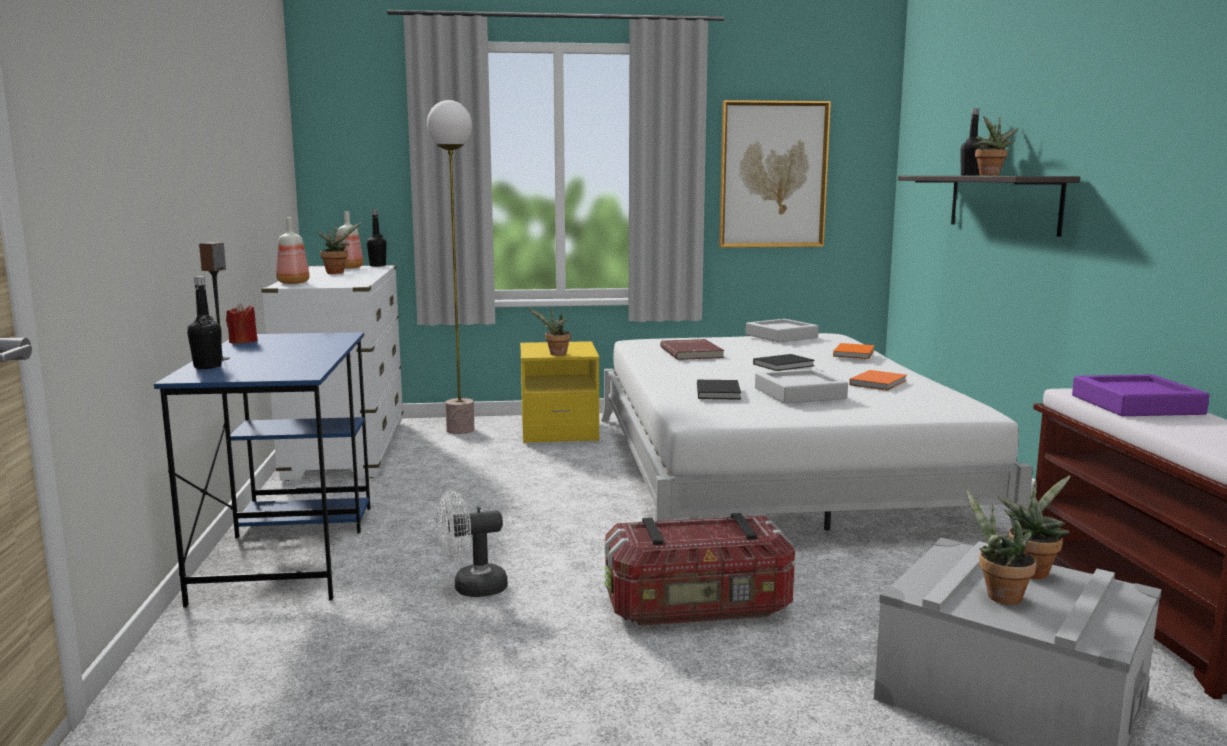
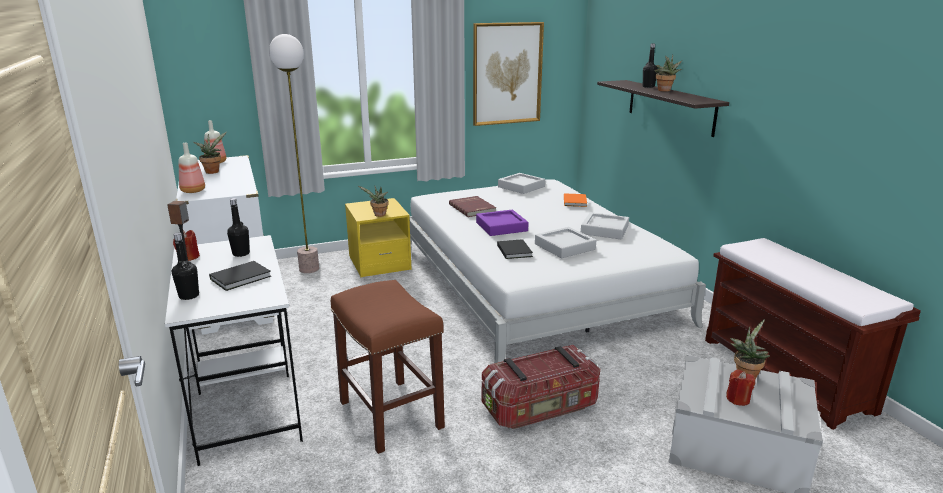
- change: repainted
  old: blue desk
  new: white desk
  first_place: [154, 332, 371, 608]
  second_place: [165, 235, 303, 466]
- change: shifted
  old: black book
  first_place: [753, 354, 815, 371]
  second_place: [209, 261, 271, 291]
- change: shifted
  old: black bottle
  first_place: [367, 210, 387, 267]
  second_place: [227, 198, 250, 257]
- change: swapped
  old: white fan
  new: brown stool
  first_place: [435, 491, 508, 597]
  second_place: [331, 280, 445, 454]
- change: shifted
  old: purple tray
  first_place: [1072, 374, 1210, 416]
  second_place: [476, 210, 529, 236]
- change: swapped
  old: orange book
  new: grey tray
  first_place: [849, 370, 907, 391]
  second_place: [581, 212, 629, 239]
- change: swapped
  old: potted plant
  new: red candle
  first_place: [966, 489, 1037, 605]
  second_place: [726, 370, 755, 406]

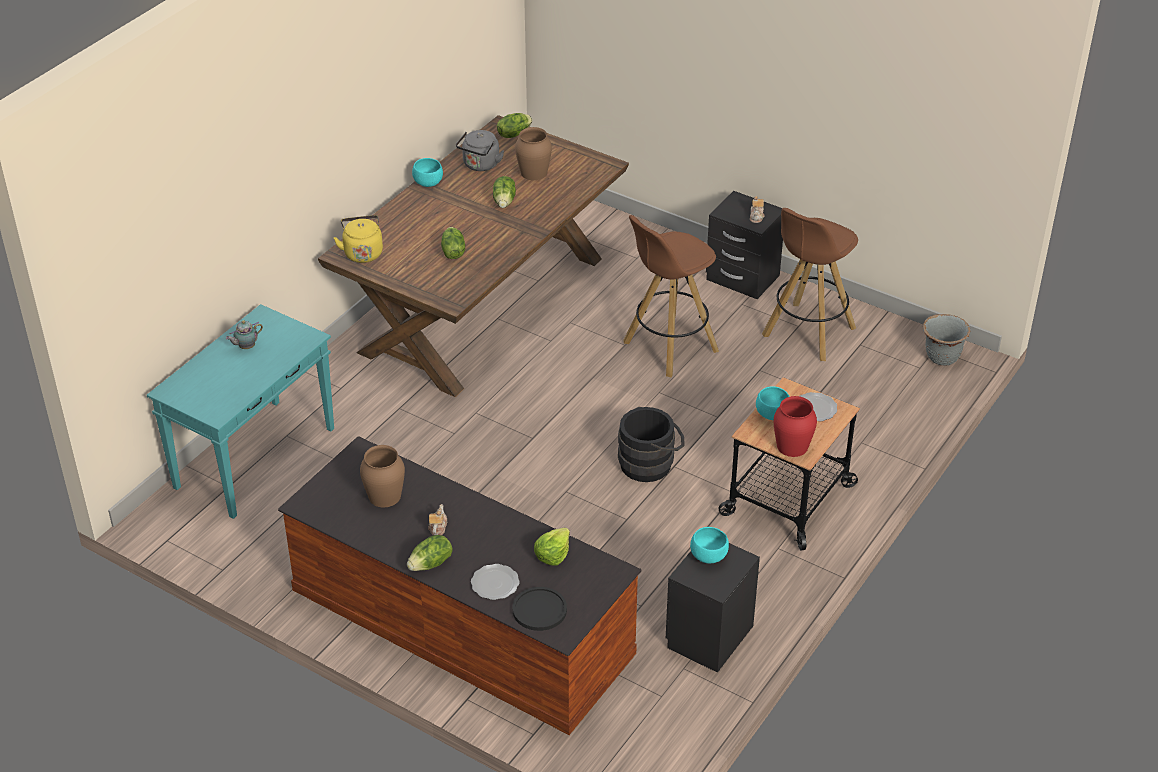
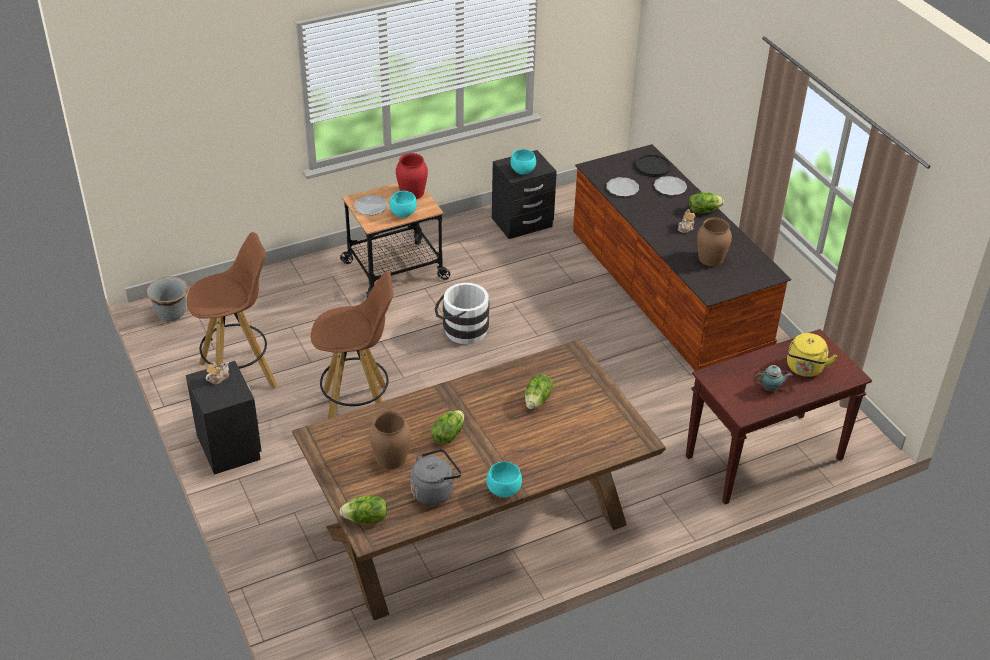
- change: repainted
  old: black bucket
  new: white bucket
  first_place: [618, 407, 685, 482]
  second_place: [435, 282, 489, 344]
- change: swapped
  old: lettuce
  new: plate
  first_place: [534, 528, 570, 565]
  second_place: [606, 177, 639, 197]
- change: repainted
  old: turquoise console table
  new: brown console table
  first_place: [147, 304, 334, 519]
  second_place: [686, 329, 872, 504]
- change: shifted
  old: yellow kettle
  first_place: [334, 215, 383, 263]
  second_place: [787, 333, 837, 377]

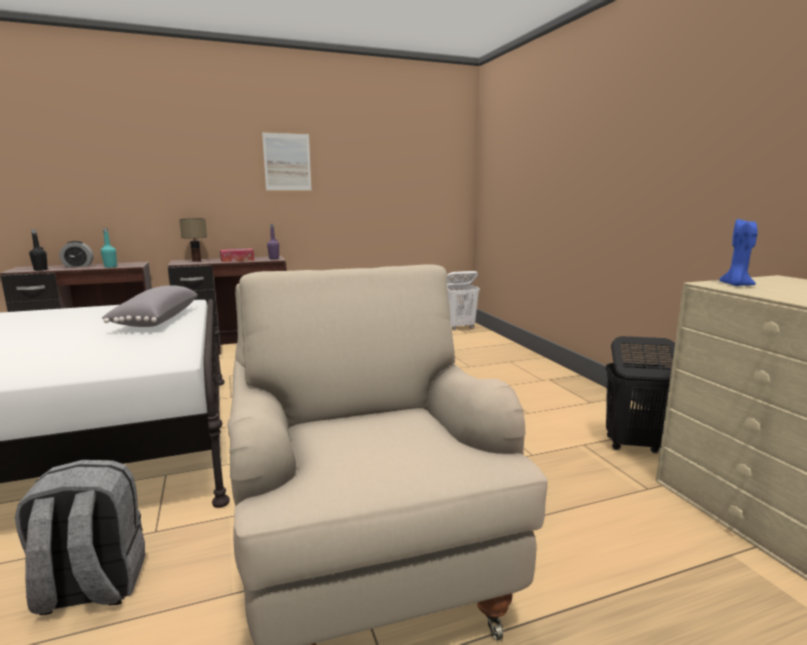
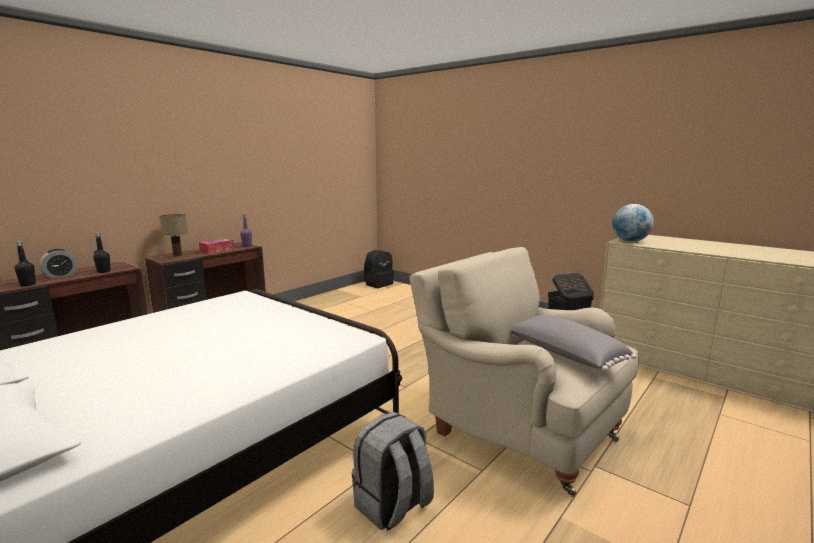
- change: repainted
  old: turquoise bottle
  new: black bottle
  first_place: [101, 228, 117, 268]
  second_place: [93, 232, 111, 273]
- change: swapped
  old: white laundry basket
  new: black backpack
  first_place: [447, 271, 480, 330]
  second_place: [364, 250, 394, 288]
- change: shifted
  old: grey pillow
  first_place: [102, 285, 198, 327]
  second_place: [511, 315, 637, 371]
- change: swapped
  old: blue candle
  new: globe
  first_place: [719, 219, 757, 286]
  second_place: [612, 204, 654, 242]
- change: gone
  old: picture
  first_place: [262, 131, 312, 192]

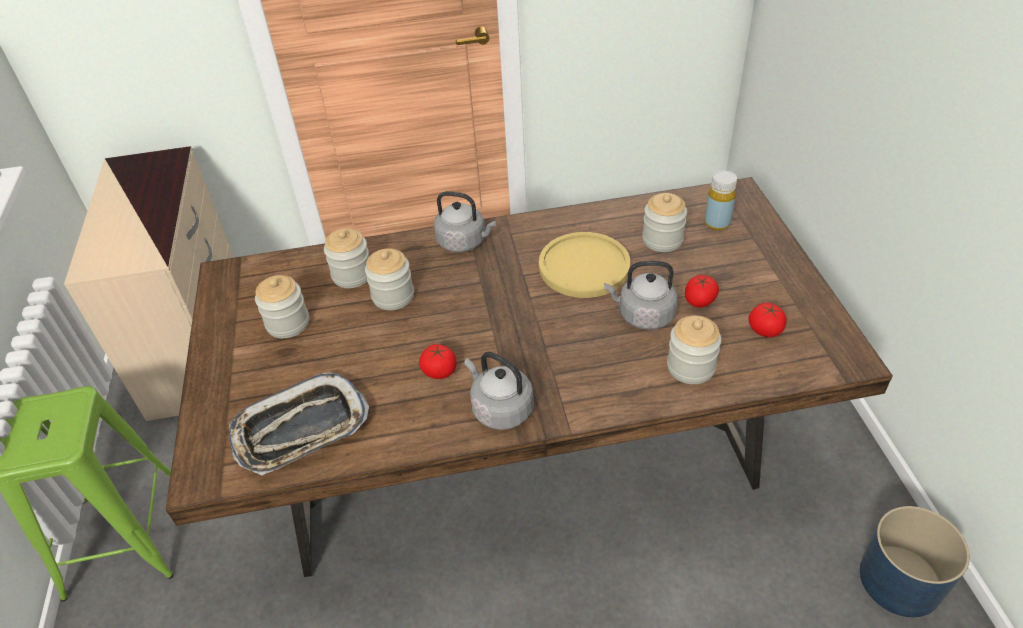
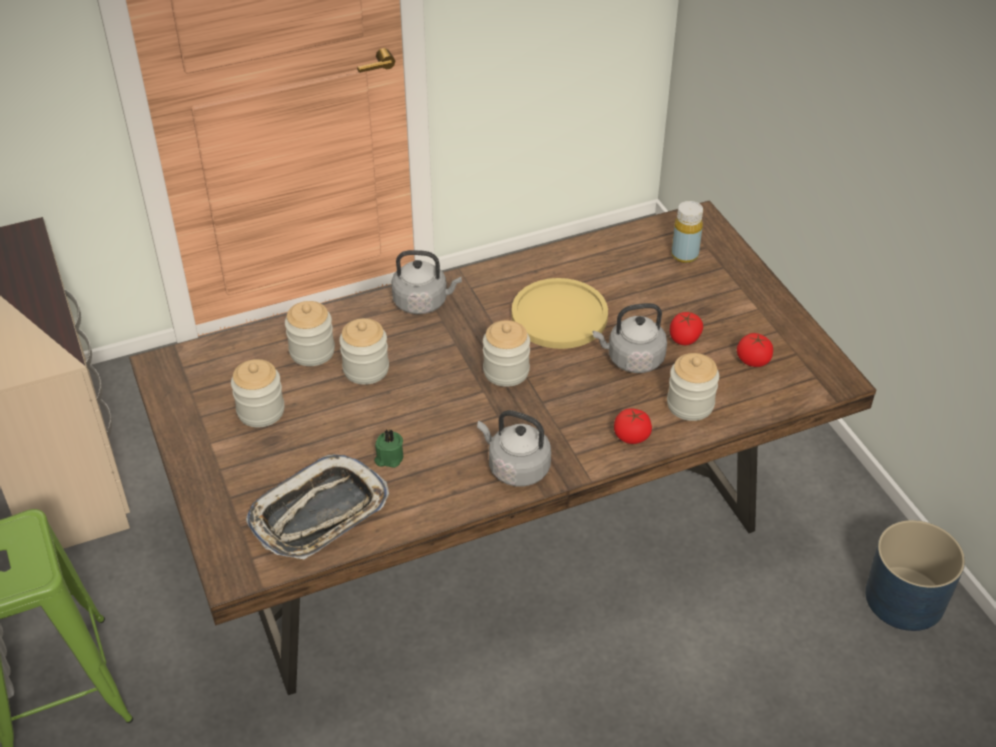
- change: new
  new: green candle
  second_place: [374, 430, 403, 468]
- change: shifted
  old: jar
  first_place: [642, 193, 687, 252]
  second_place: [483, 320, 530, 387]
- change: shifted
  old: tomato
  first_place: [419, 344, 456, 379]
  second_place: [614, 408, 652, 444]

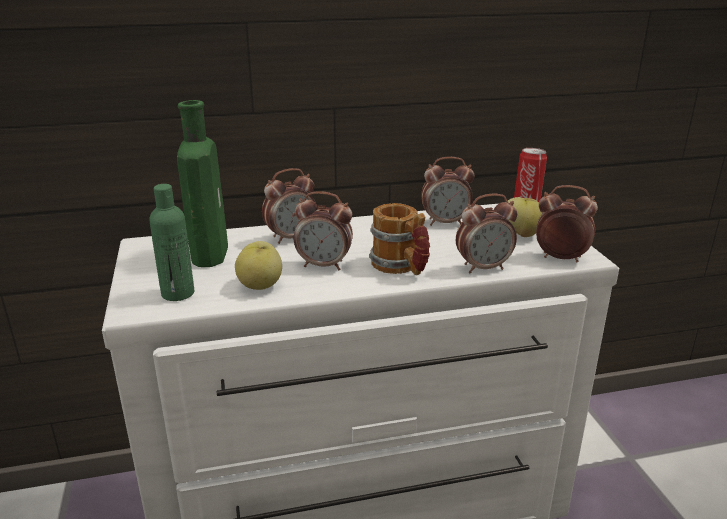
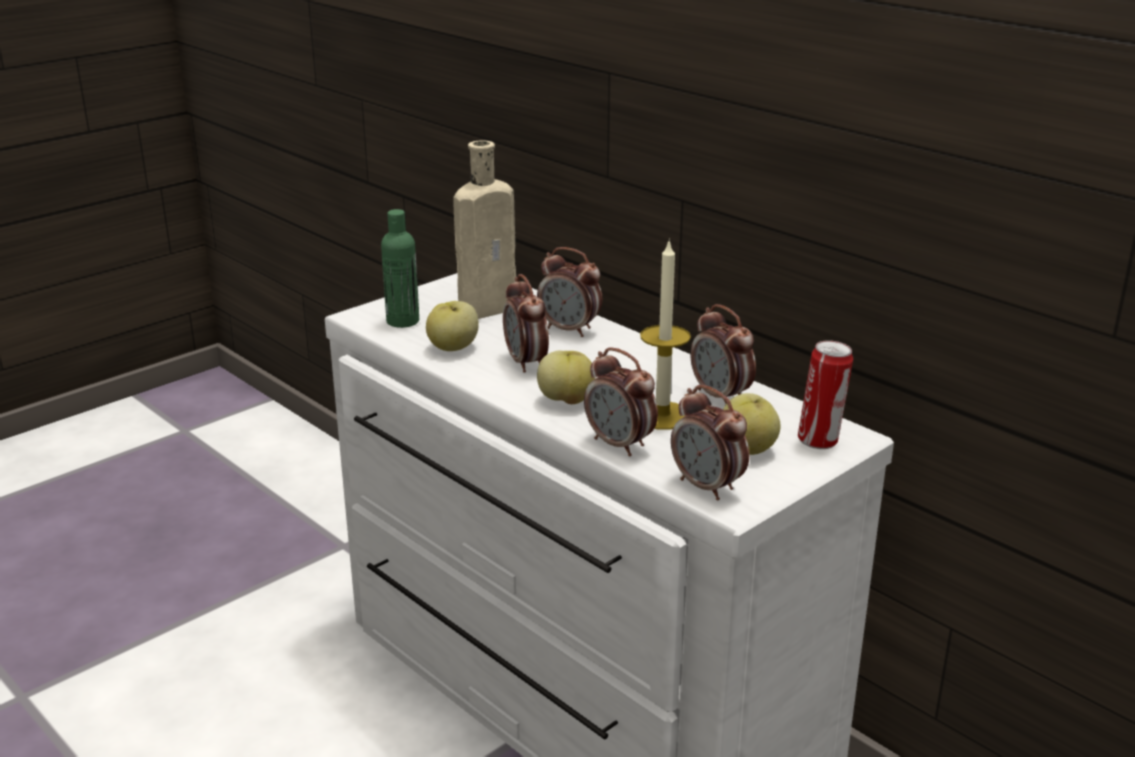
- change: repainted
  old: green bottle
  new: beige bottle
  first_place: [177, 100, 228, 267]
  second_place: [453, 140, 516, 319]
- change: swapped
  old: mug
  new: apple
  first_place: [369, 203, 430, 275]
  second_place: [537, 350, 595, 404]
- change: new
  new: candle
  second_place: [640, 239, 691, 430]
- change: rotated
  old: alarm clock
  first_place: [536, 185, 598, 262]
  second_place: [671, 385, 749, 501]
  degrees: 150

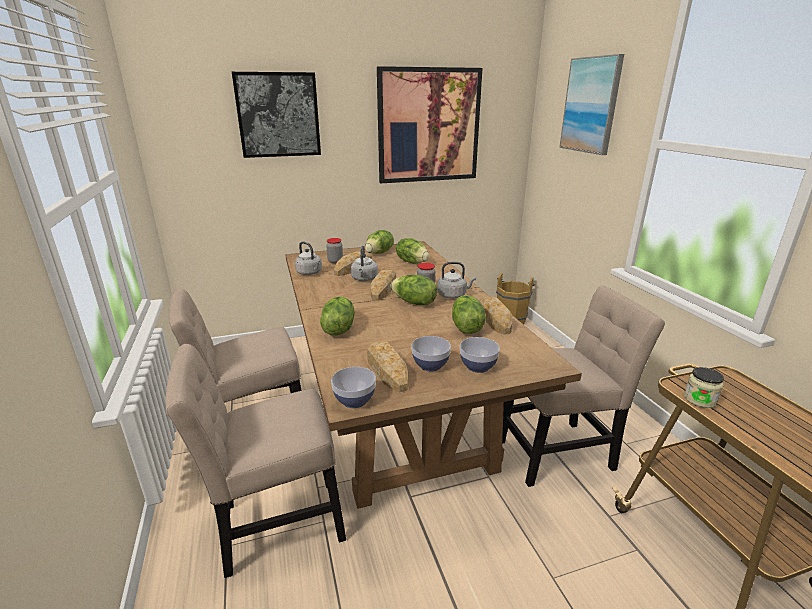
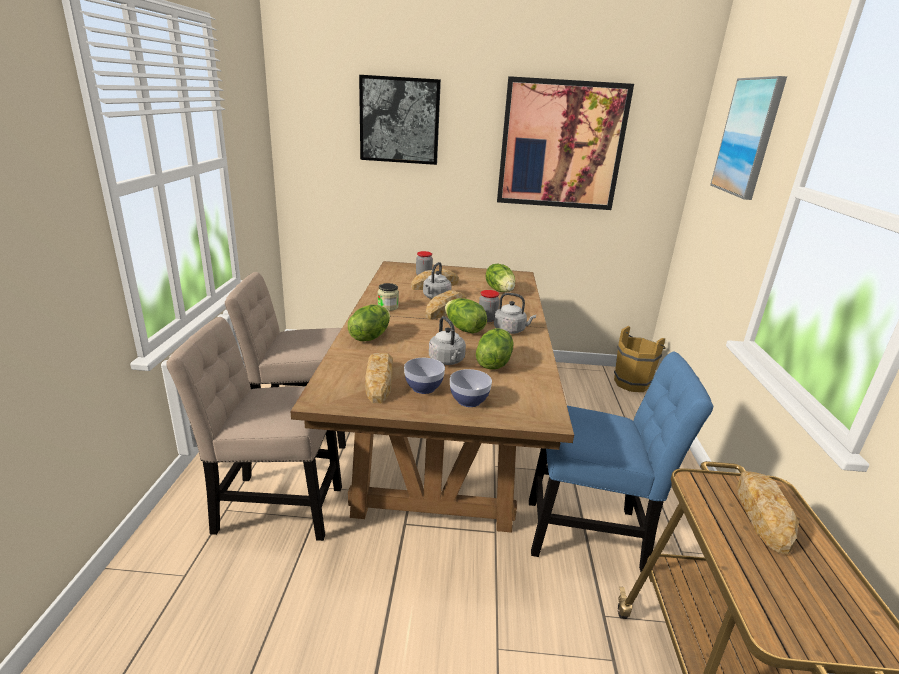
- change: shifted
  old: jar
  first_place: [684, 367, 724, 408]
  second_place: [378, 283, 399, 311]
- change: shifted
  old: grey kettle
  first_place: [295, 241, 322, 275]
  second_place: [429, 316, 466, 365]
- change: repainted
  old: beige chair
  new: blue chair
  first_place: [502, 285, 665, 487]
  second_place: [529, 352, 713, 572]
- change: shifted
  old: bread
  first_place: [479, 297, 512, 335]
  second_place: [737, 471, 799, 554]
- change: gone
  old: bowl
  first_place: [331, 367, 376, 408]
- change: gone
  old: lettuce
  first_place: [365, 230, 394, 254]

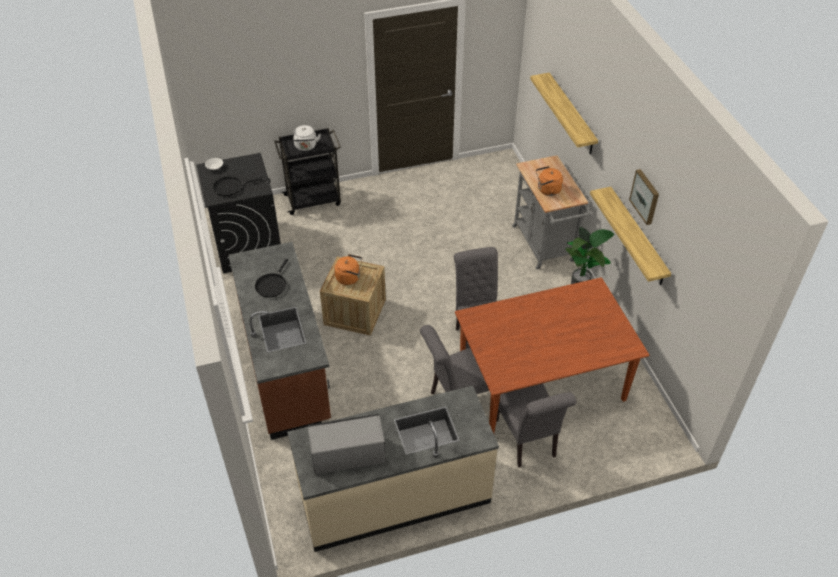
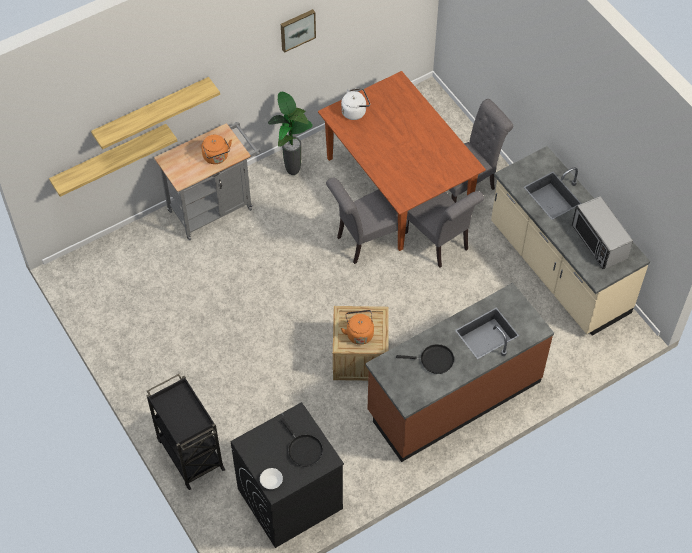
- change: shifted
  old: shelf
  first_place: [590, 187, 671, 285]
  second_place: [49, 124, 177, 197]
- change: shifted
  old: white kettle
  first_place: [293, 125, 321, 151]
  second_place: [341, 88, 370, 120]

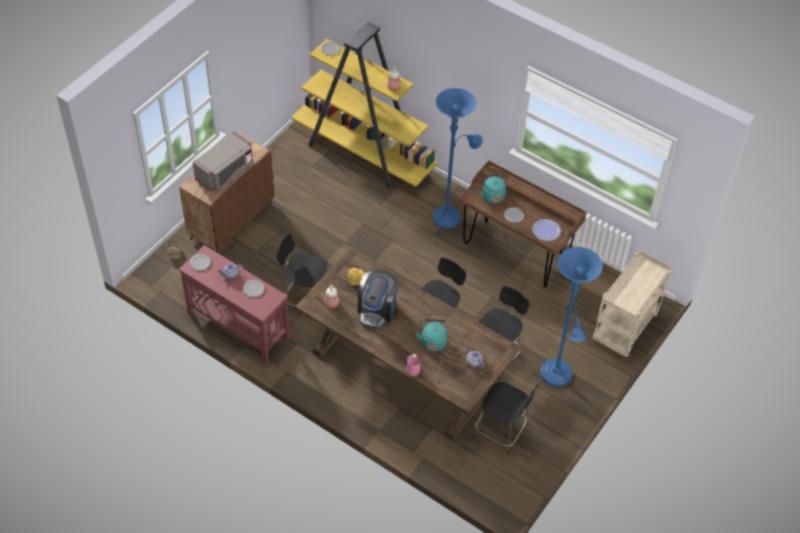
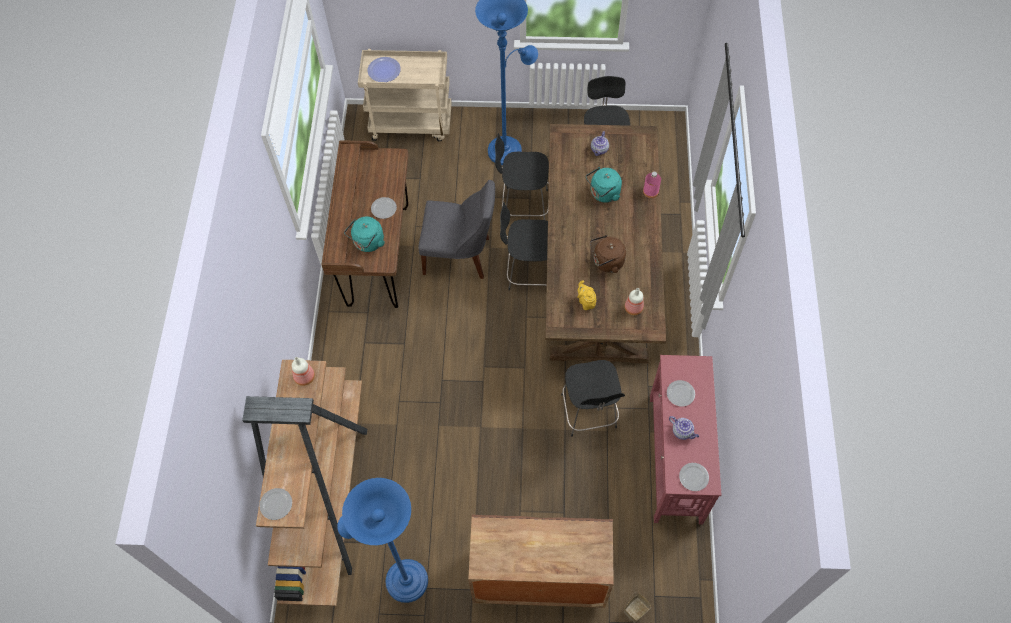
- change: repainted
  old: yellow bookcase
  new: brown bookcase
  first_place: [291, 22, 437, 190]
  second_place: [242, 360, 367, 606]
- change: shifted
  old: blue floor lamp
  first_place: [432, 88, 483, 229]
  second_place: [337, 478, 428, 603]
- change: shifted
  old: plate
  first_place: [533, 219, 561, 241]
  second_place: [368, 57, 401, 82]
- change: new
  new: grey chair
  second_place: [418, 180, 495, 279]
- change: swapped
  old: coffee machine
  new: brown kettle
  first_place: [358, 270, 399, 329]
  second_place: [590, 235, 626, 273]
- change: gone
  old: grey microwave
  first_place: [193, 131, 253, 192]

